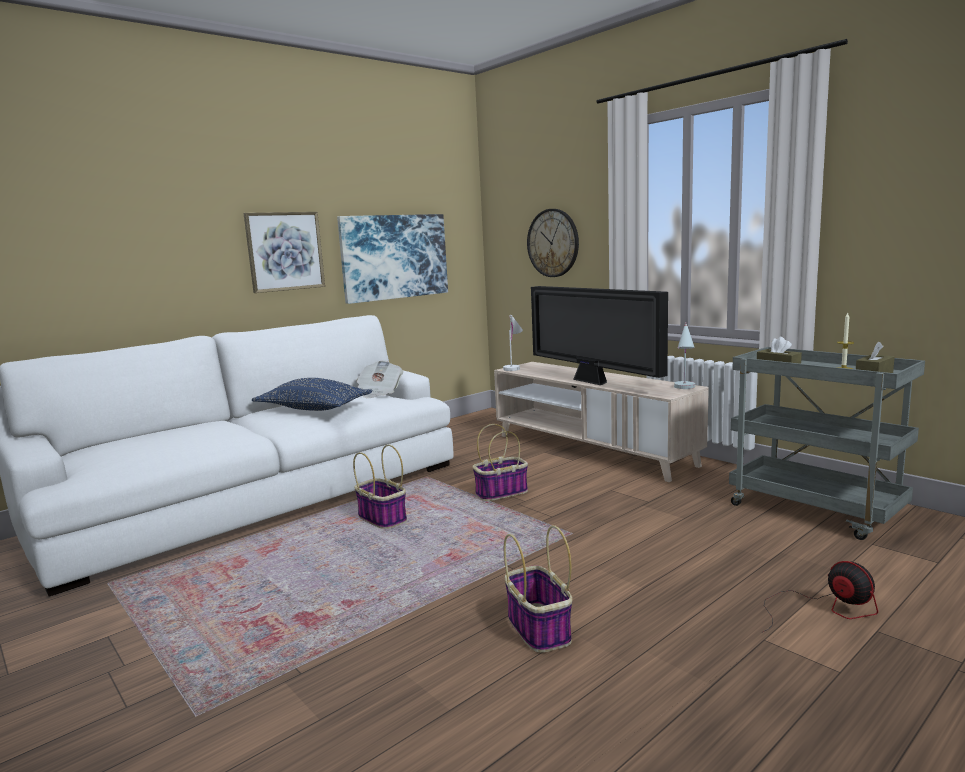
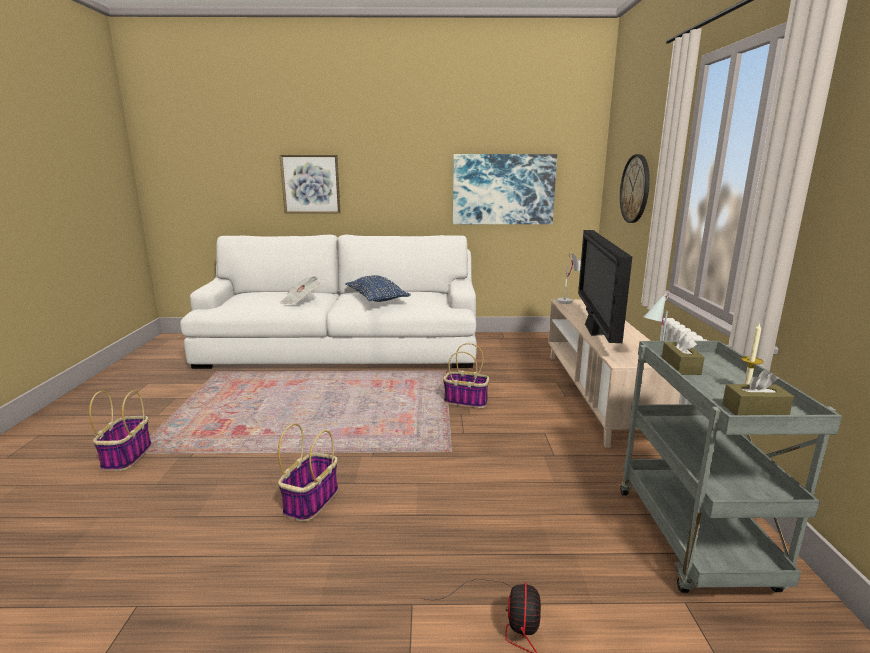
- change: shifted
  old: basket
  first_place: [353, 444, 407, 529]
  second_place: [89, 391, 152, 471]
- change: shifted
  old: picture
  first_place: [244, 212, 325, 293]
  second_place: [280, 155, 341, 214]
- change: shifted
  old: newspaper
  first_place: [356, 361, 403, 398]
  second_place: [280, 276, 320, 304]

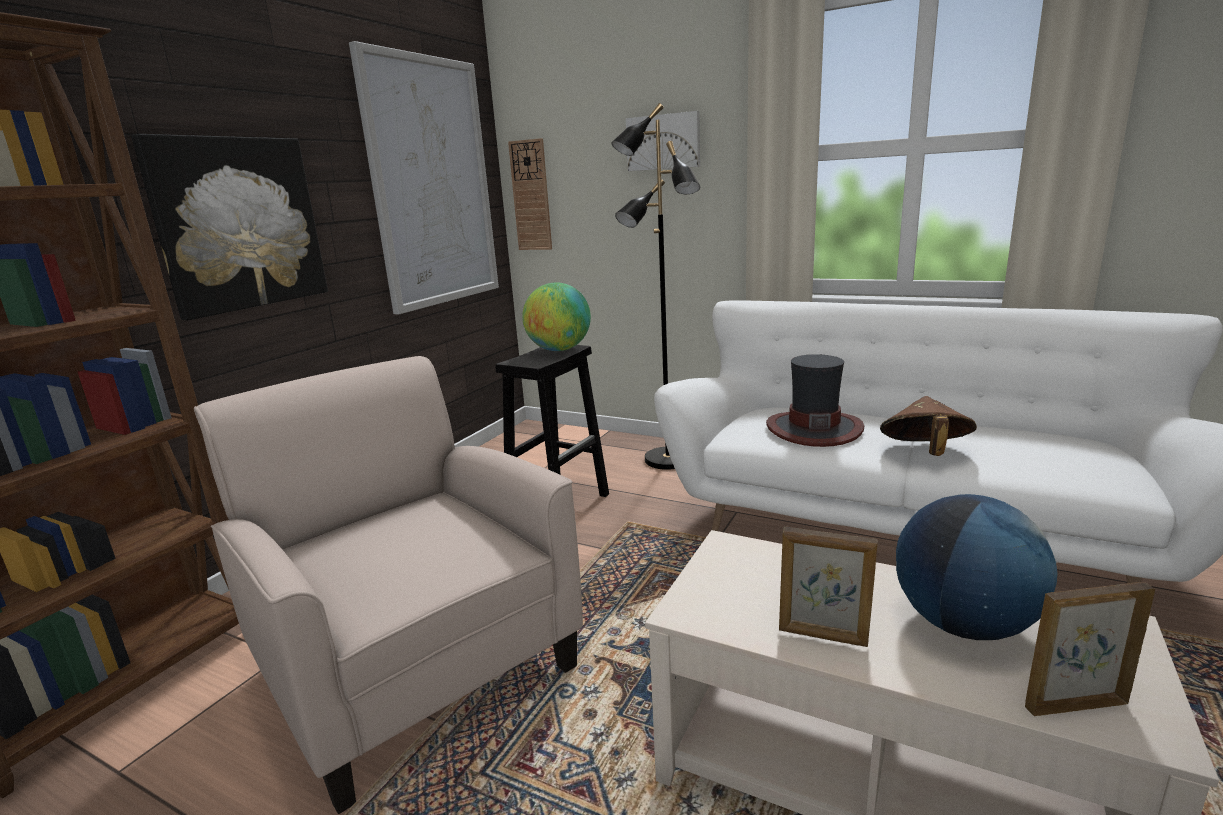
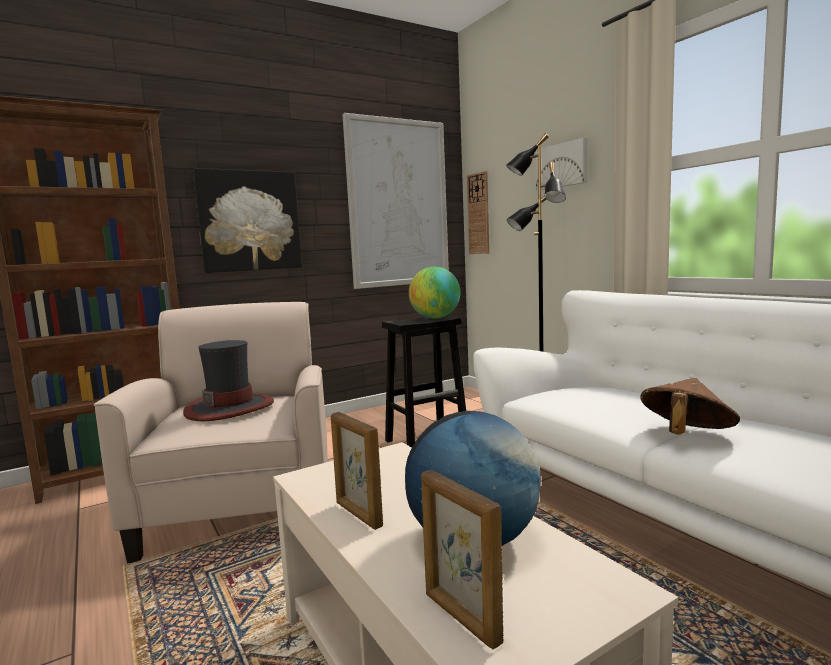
- change: shifted
  old: hat
  first_place: [766, 354, 864, 447]
  second_place: [183, 340, 274, 421]
- change: rotated
  old: picture frame
  first_place: [1025, 582, 1155, 716]
  second_place: [421, 470, 504, 650]
  degrees: -150

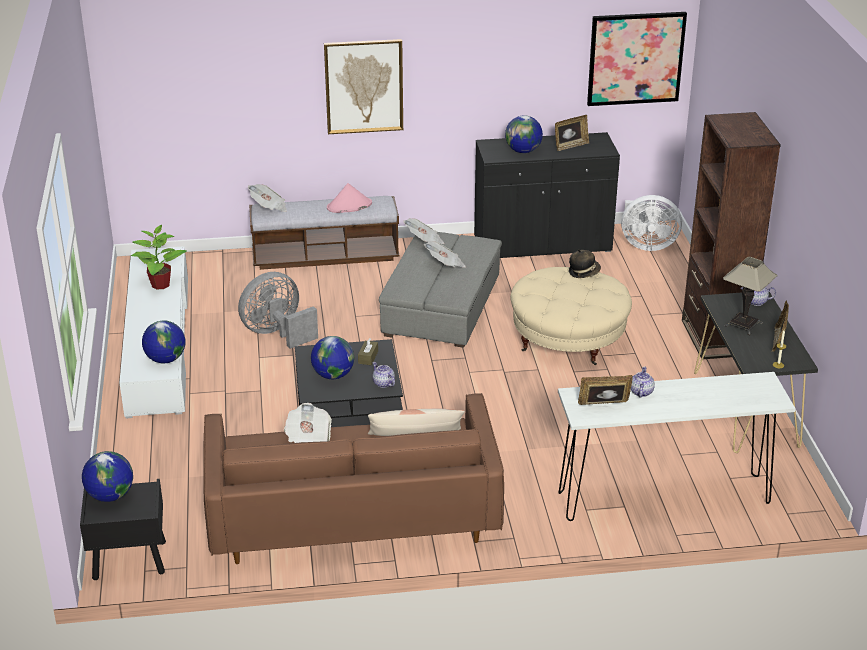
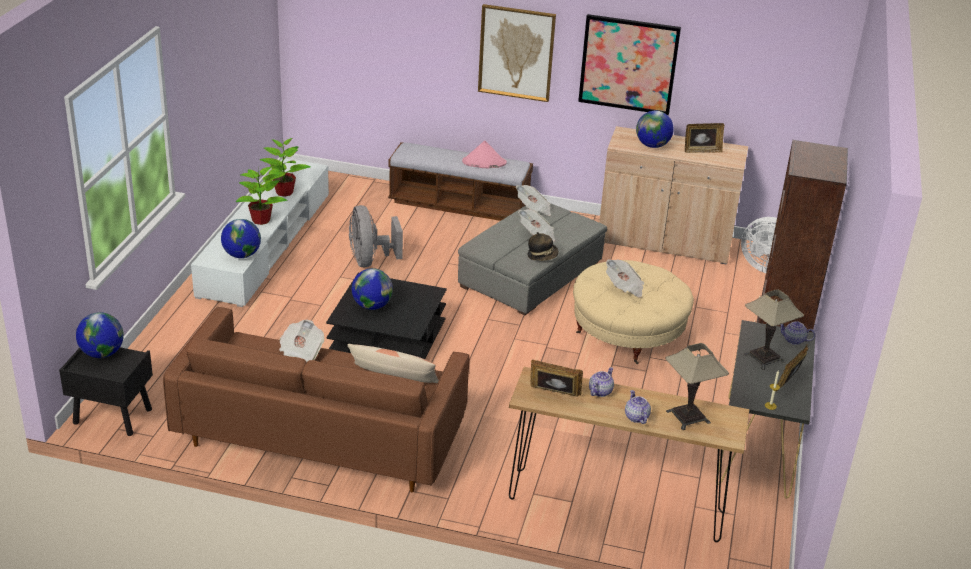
- change: new
  new: potted plant
  second_place: [236, 165, 287, 225]
- change: rotated
  old: grey fan
  first_place: [238, 272, 318, 349]
  second_place: [349, 205, 403, 267]
  degrees: -90
- change: repainted
  old: white console table
  new: brown console table
  first_place: [558, 372, 796, 521]
  second_place: [509, 367, 749, 542]
- change: shifted
  old: hat
  first_place: [569, 249, 601, 278]
  second_place: [527, 232, 559, 261]
- change: shifted
  old: picture
  first_place: [587, 12, 687, 106]
  second_place: [578, 14, 681, 115]
- change: repainted
  old: black cabinet
  new: beige cabinet
  first_place: [474, 132, 620, 258]
  second_place: [599, 126, 748, 265]
- change: shifted
  old: newspaper
  first_place: [248, 184, 287, 212]
  second_place: [606, 259, 644, 298]
- change: shifted
  old: teapot
  first_place: [373, 362, 395, 388]
  second_place: [625, 390, 651, 424]
- change: new
  new: table lamp
  second_place: [665, 343, 729, 430]
- change: gone
  old: brown tissue box
  first_place: [358, 338, 378, 365]

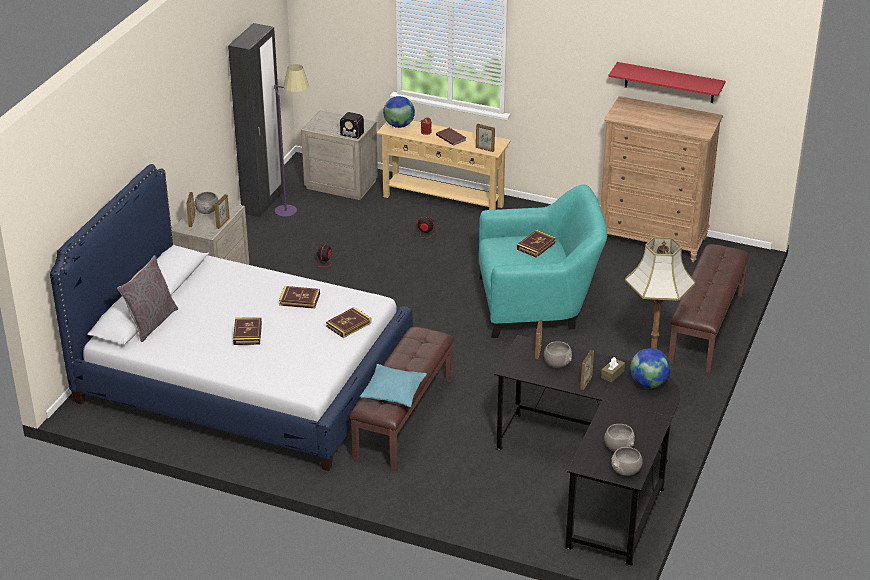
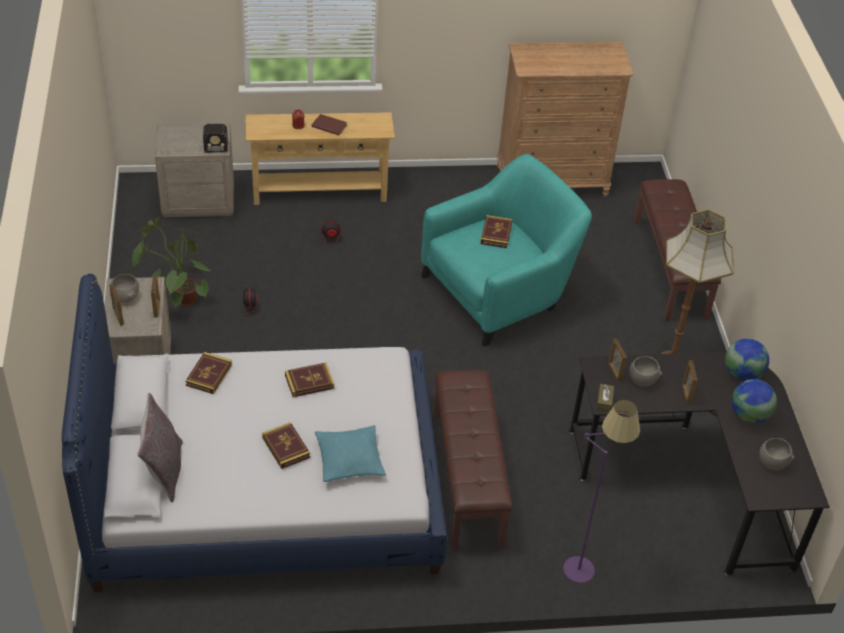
- change: new
  new: potted plant
  second_place: [132, 217, 210, 308]
- change: shifted
  old: book
  first_place: [326, 307, 371, 338]
  second_place: [185, 352, 232, 394]
- change: shifted
  old: turquoise pillow
  first_place: [360, 364, 427, 407]
  second_place: [315, 425, 386, 482]
- change: shifted
  old: purple floor lamp
  first_place: [274, 64, 309, 217]
  second_place: [563, 400, 640, 583]
- change: shifted
  old: brown tissue box
  first_place: [601, 357, 625, 382]
  second_place: [596, 384, 614, 413]
- change: shifted
  old: globe
  first_place: [383, 96, 415, 128]
  second_place: [732, 379, 777, 423]
- change: gone
  old: black wardrobe
  first_place: [228, 23, 283, 217]
- change: gone
  old: picture frame
  first_place: [476, 124, 495, 152]
- change: gone
  old: red shelf
  first_place: [608, 62, 726, 103]
- change: gone
  old: grey bowl
  first_place: [611, 447, 643, 476]

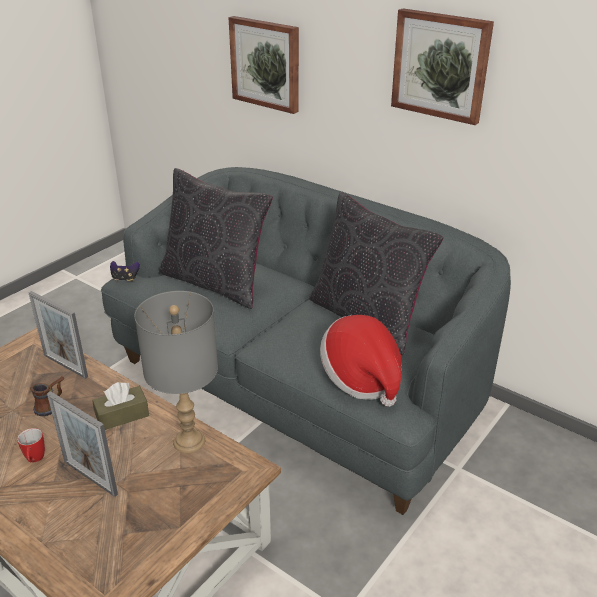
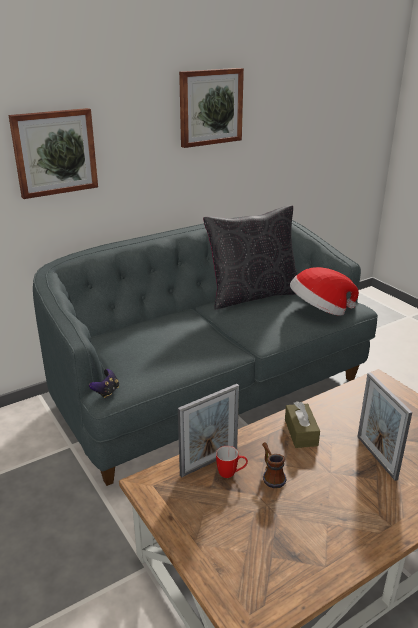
- change: shifted
  old: mug
  first_place: [17, 428, 45, 462]
  second_place: [216, 446, 248, 478]
- change: rotated
  old: picture frame
  first_place: [47, 391, 118, 497]
  second_place: [357, 372, 412, 481]
  degrees: 105
- change: gone
  old: grey table lamp
  first_place: [135, 291, 218, 453]
- change: gone
  old: black pillow
  first_place: [159, 168, 273, 309]

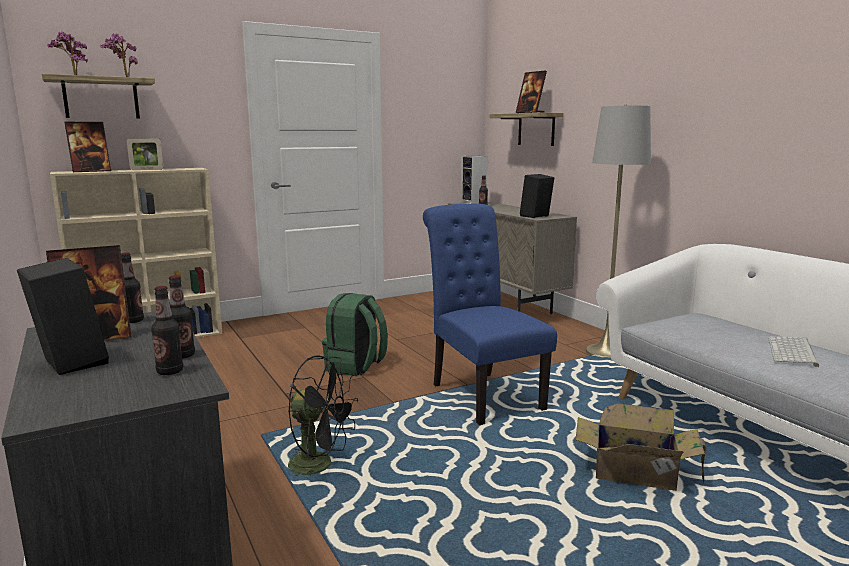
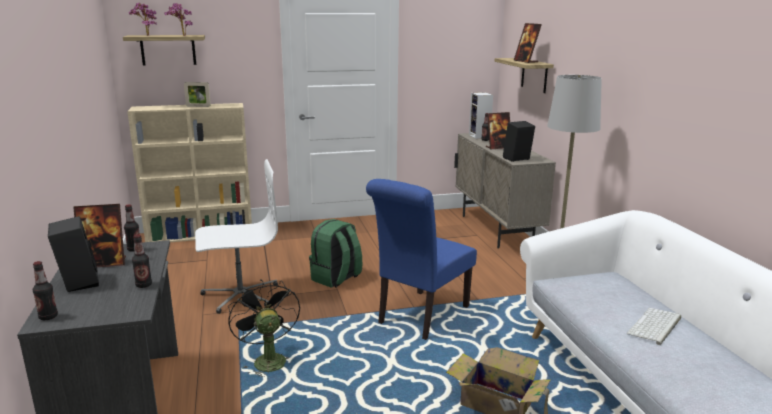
- change: shifted
  old: bottle
  first_place: [151, 286, 183, 375]
  second_place: [33, 261, 58, 320]
- change: new
  new: white office chair
  second_place: [195, 159, 278, 314]
- change: rotated
  old: black fan
  first_place: [288, 355, 358, 476]
  second_place: [228, 279, 300, 377]
  degrees: -150
- change: rotated
  old: blue chair
  first_place: [423, 204, 557, 425]
  second_place: [366, 179, 477, 340]
  degrees: -135
- change: shifted
  old: picture frame
  first_place: [64, 122, 111, 172]
  second_place: [486, 112, 510, 150]

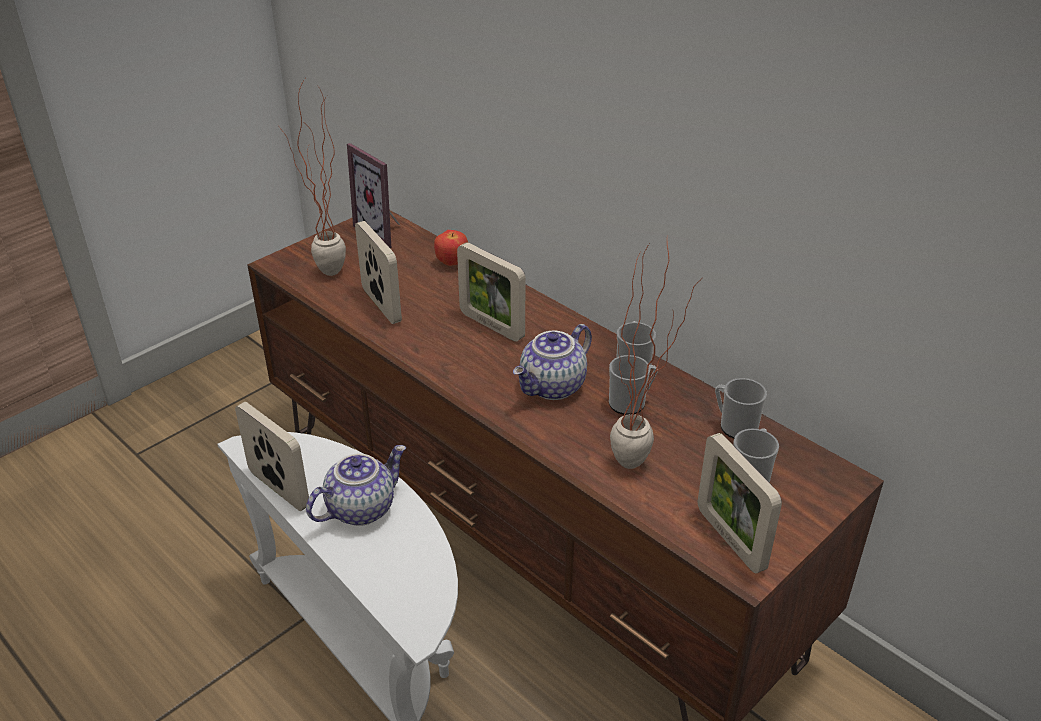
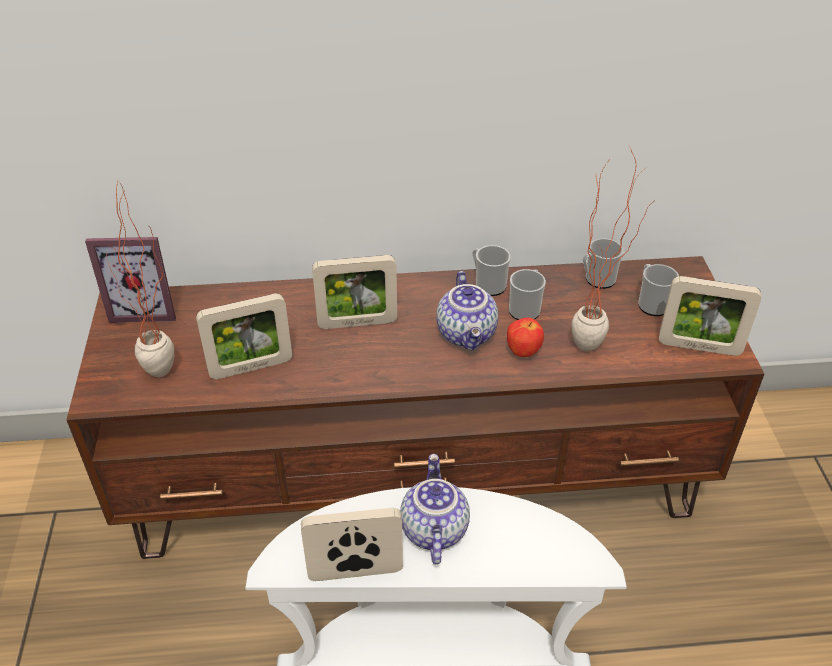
- change: rotated
  old: picture frame
  first_place: [355, 221, 402, 324]
  second_place: [196, 293, 292, 379]
  degrees: 150
- change: shifted
  old: apple
  first_place: [434, 230, 468, 266]
  second_place: [507, 318, 544, 357]

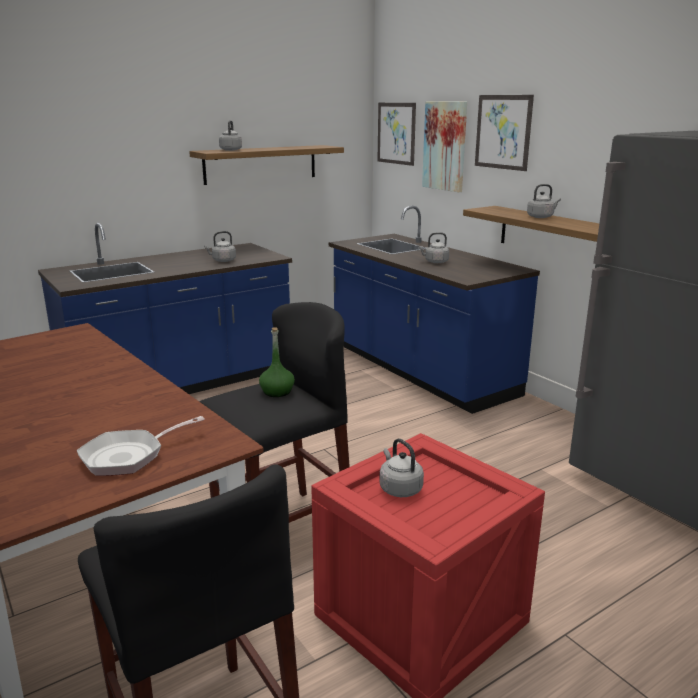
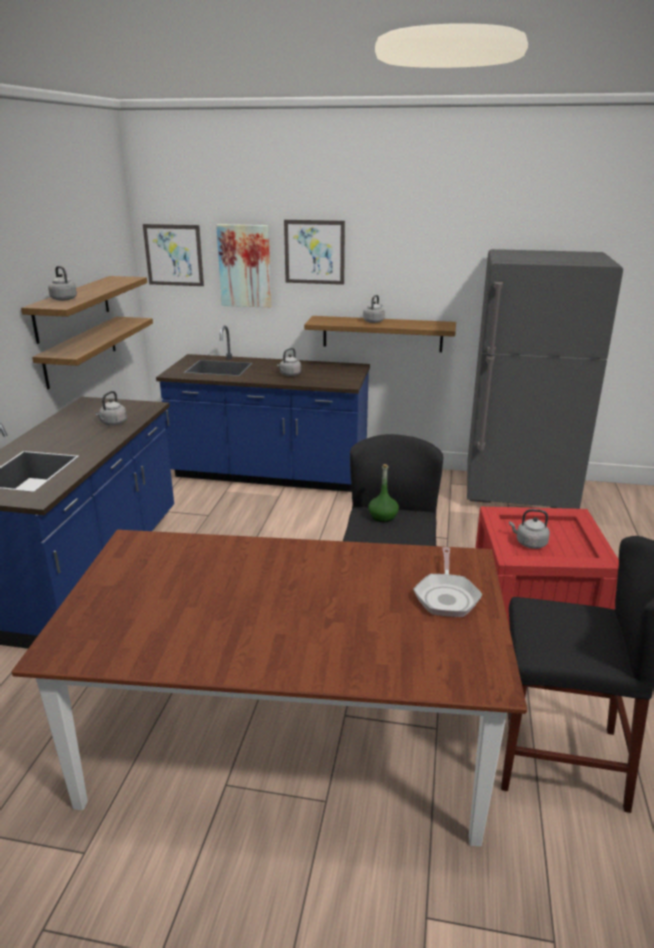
- change: new
  new: shelf
  second_place: [32, 317, 153, 390]

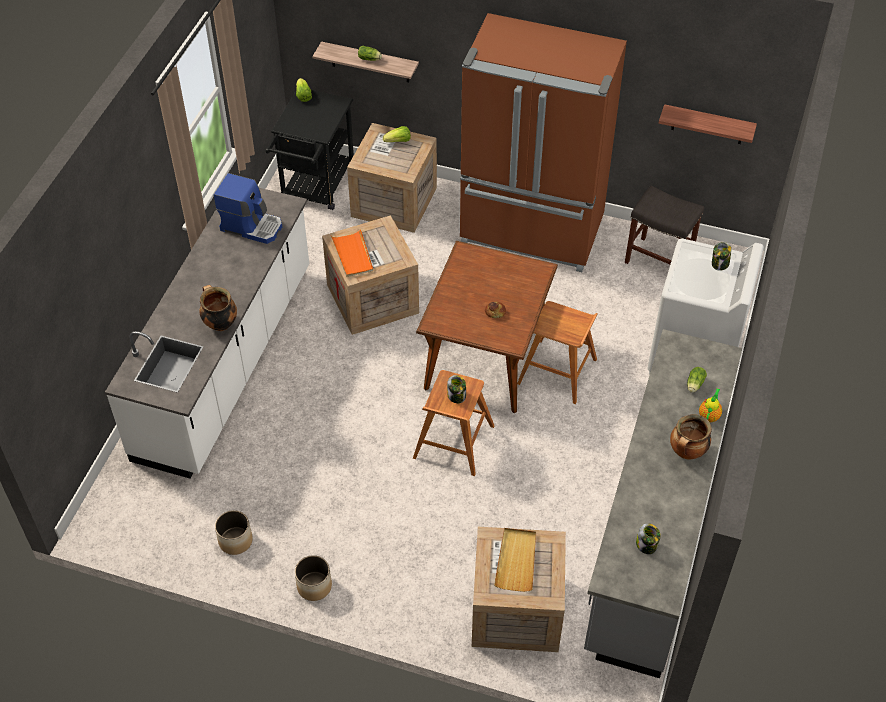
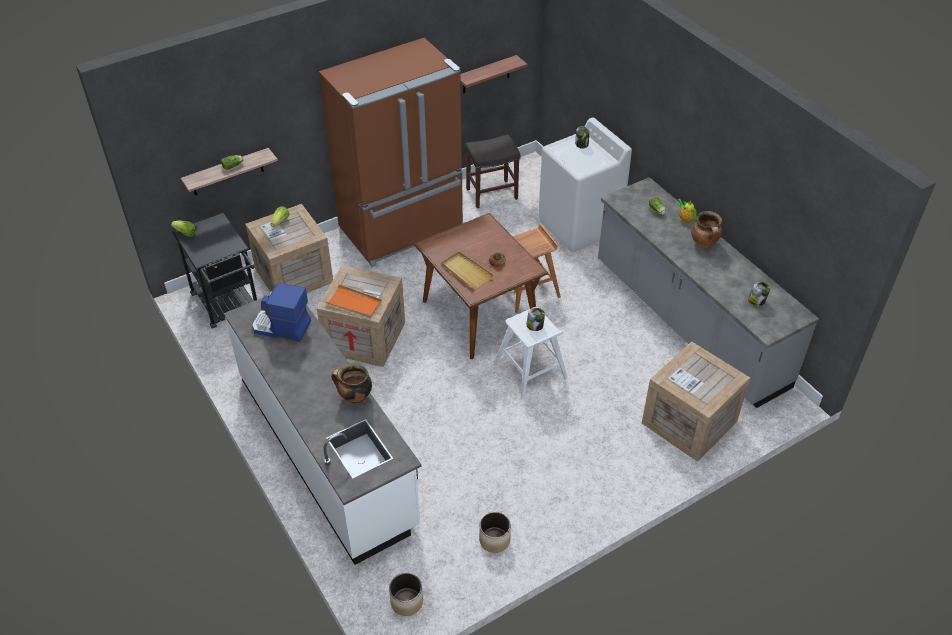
- change: rotated
  old: coffee machine
  first_place: [214, 173, 282, 244]
  second_place: [252, 283, 311, 342]
  degrees: -135
- change: shifted
  old: planter
  first_place: [295, 555, 332, 601]
  second_place: [389, 573, 423, 616]
- change: shifted
  old: beige tray
  first_place: [494, 528, 536, 592]
  second_place: [441, 252, 493, 289]
- change: repainted
  old: brown stool
  new: white stool
  first_place: [413, 370, 495, 476]
  second_place: [493, 307, 567, 400]

